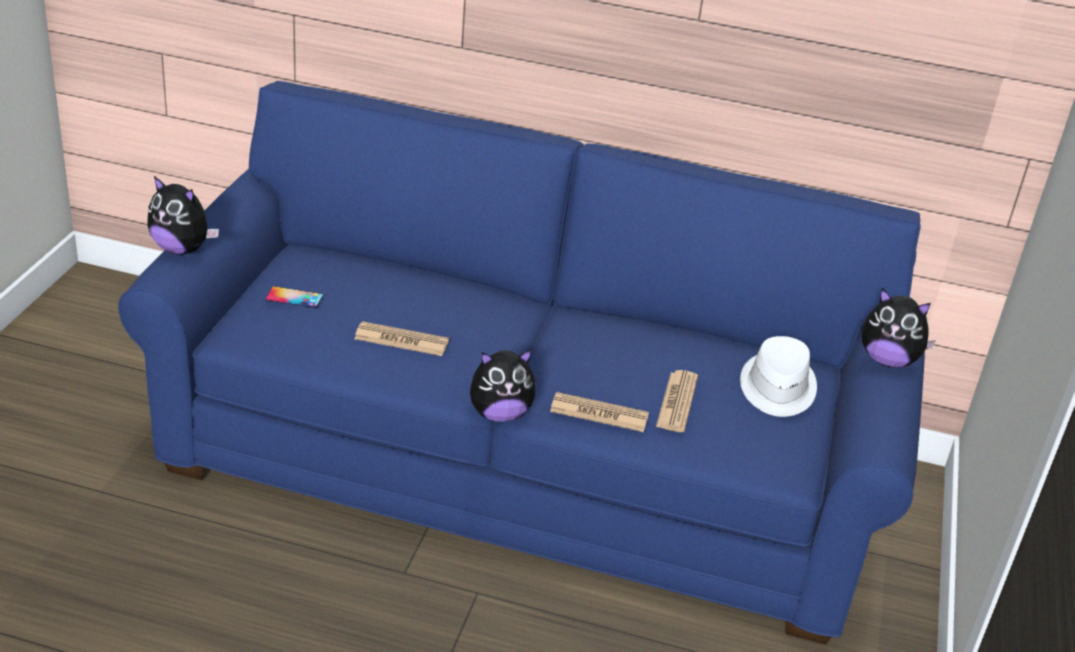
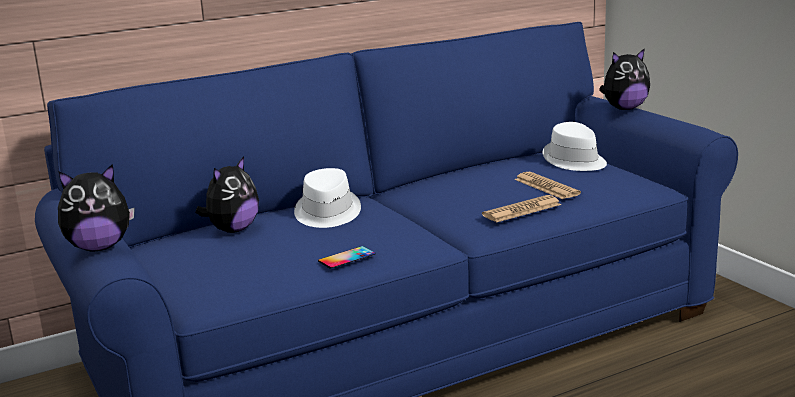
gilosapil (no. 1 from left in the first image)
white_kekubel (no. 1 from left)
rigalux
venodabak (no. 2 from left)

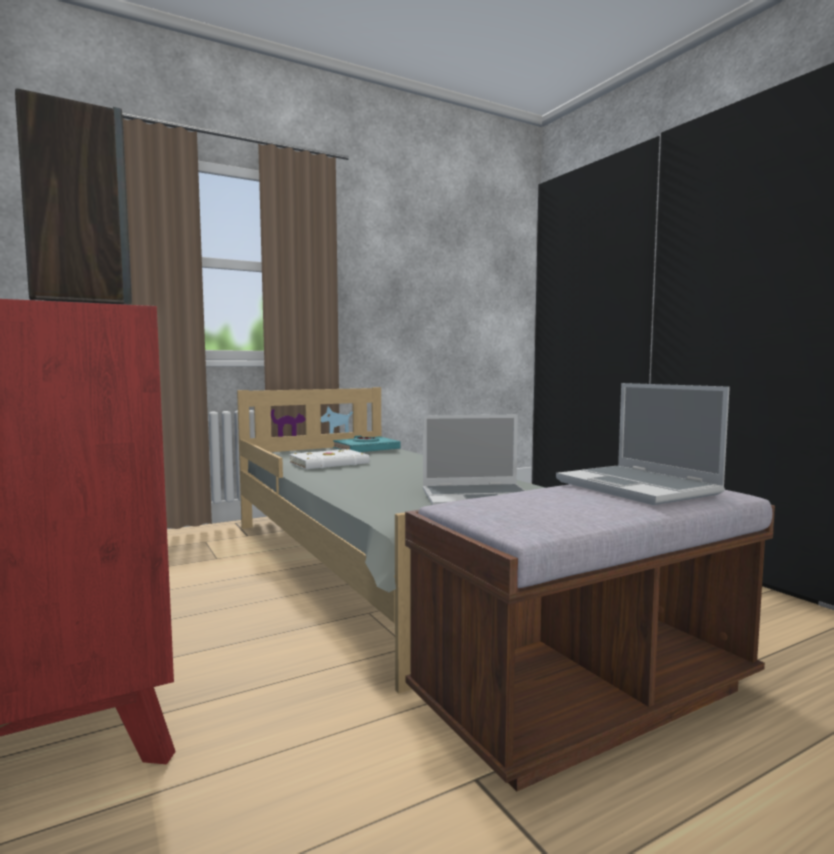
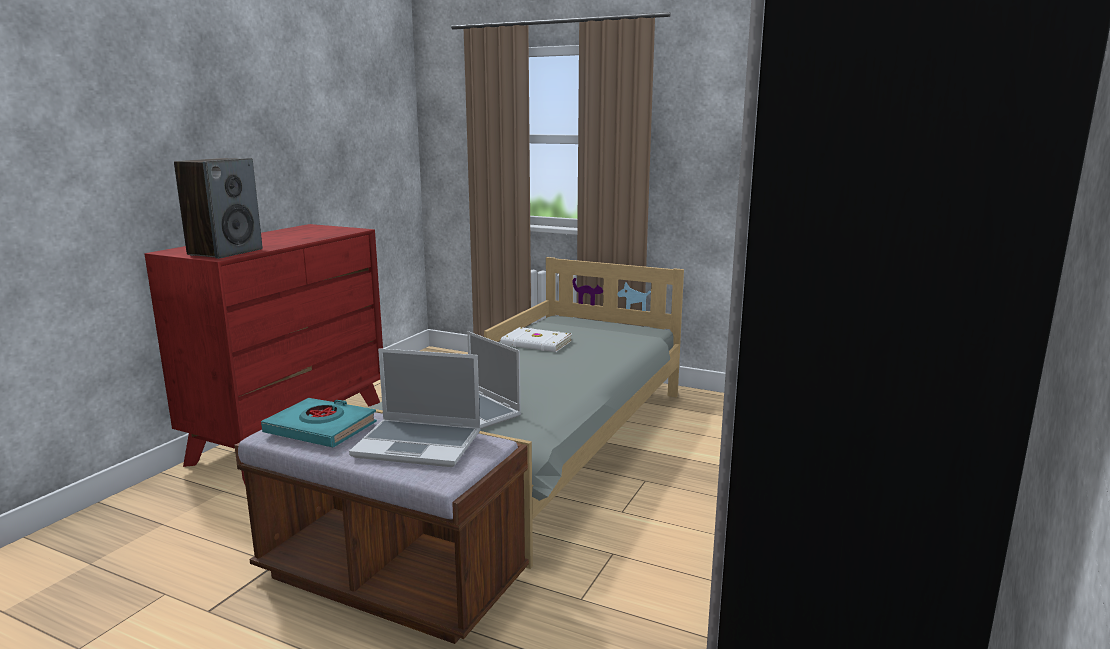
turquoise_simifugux
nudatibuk (no. 1 from left)

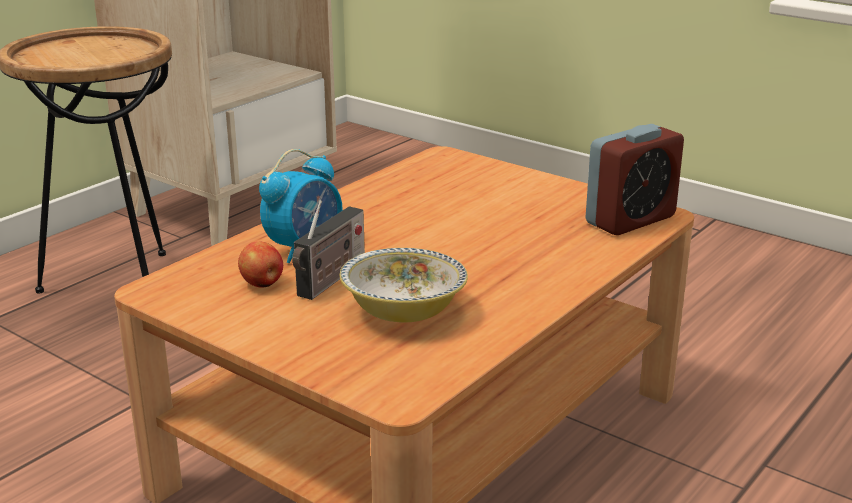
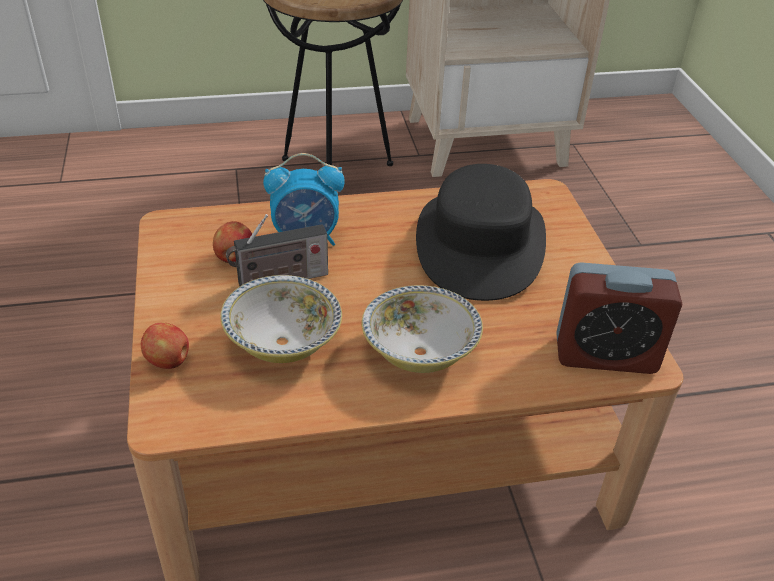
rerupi (no. 1 from left)
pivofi (no. 2 from left)
black_kekubel

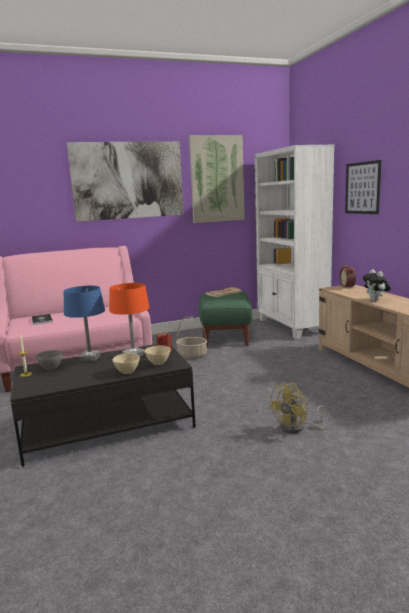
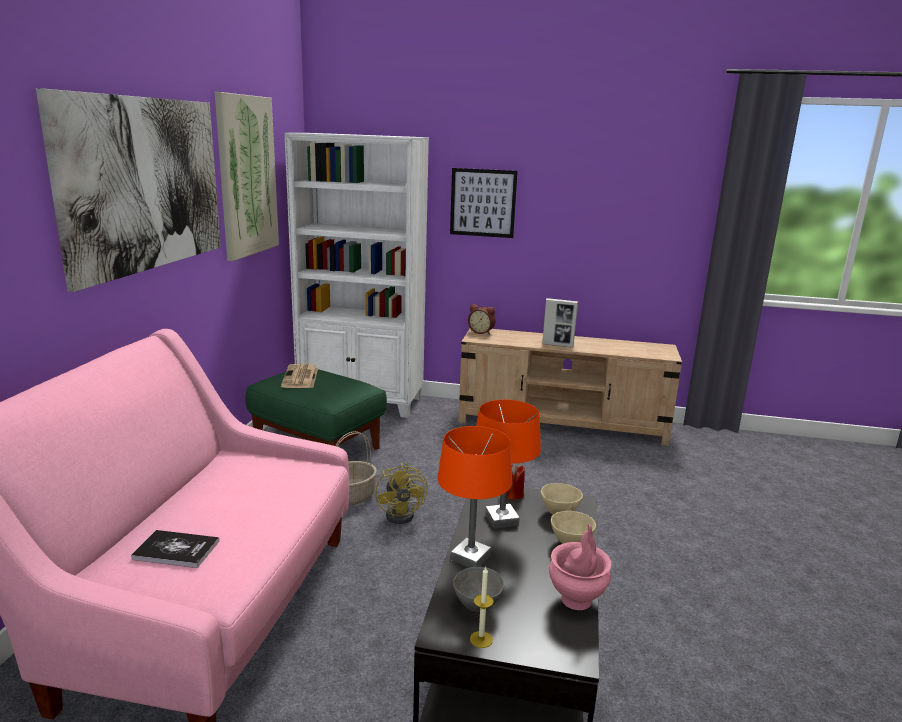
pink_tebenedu
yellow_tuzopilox
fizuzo
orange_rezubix (no. 1 from left)

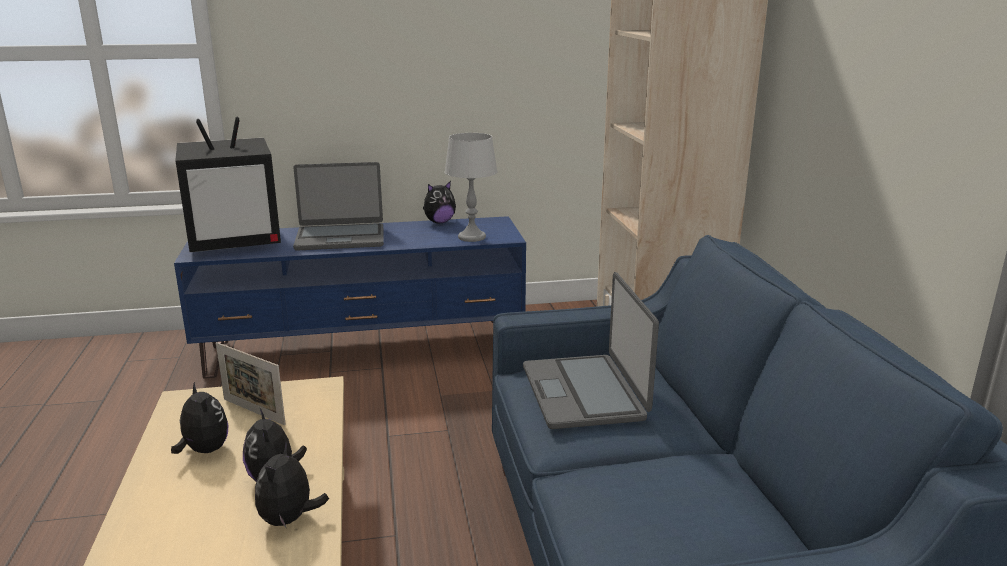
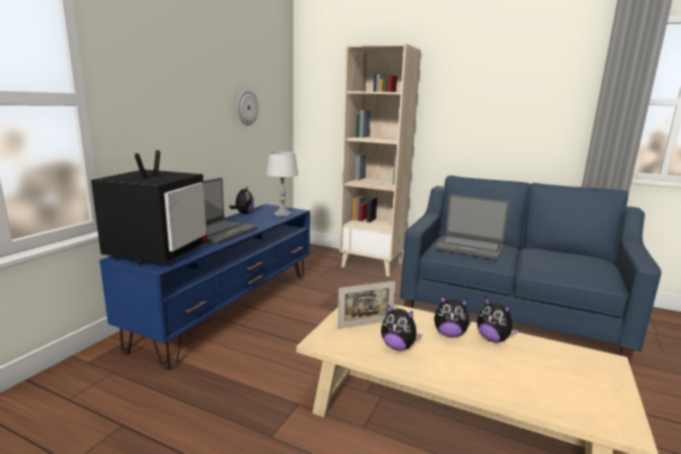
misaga
venodabak (no. 2 from left)

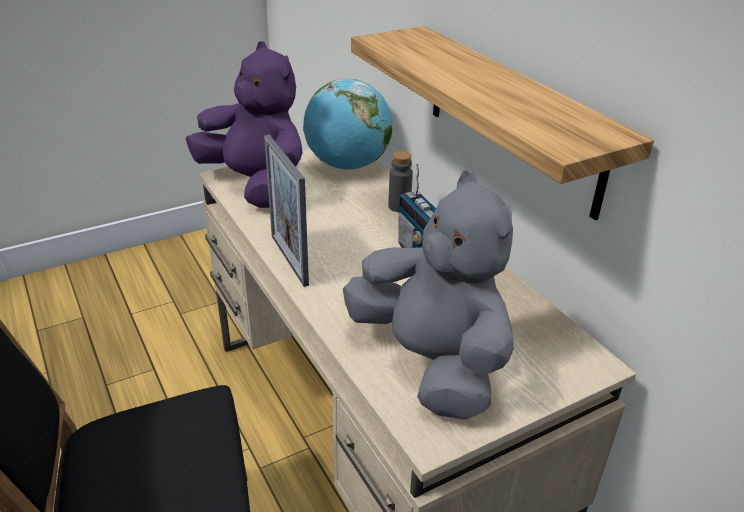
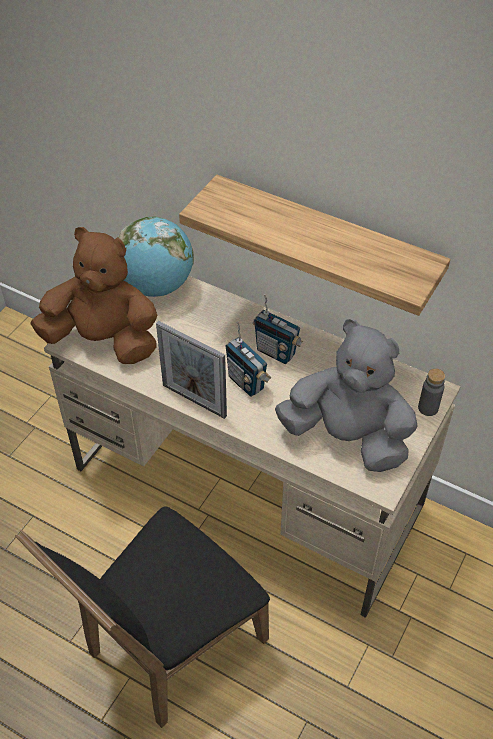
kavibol (no. 1 from left)
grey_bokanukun
brown_venodabak

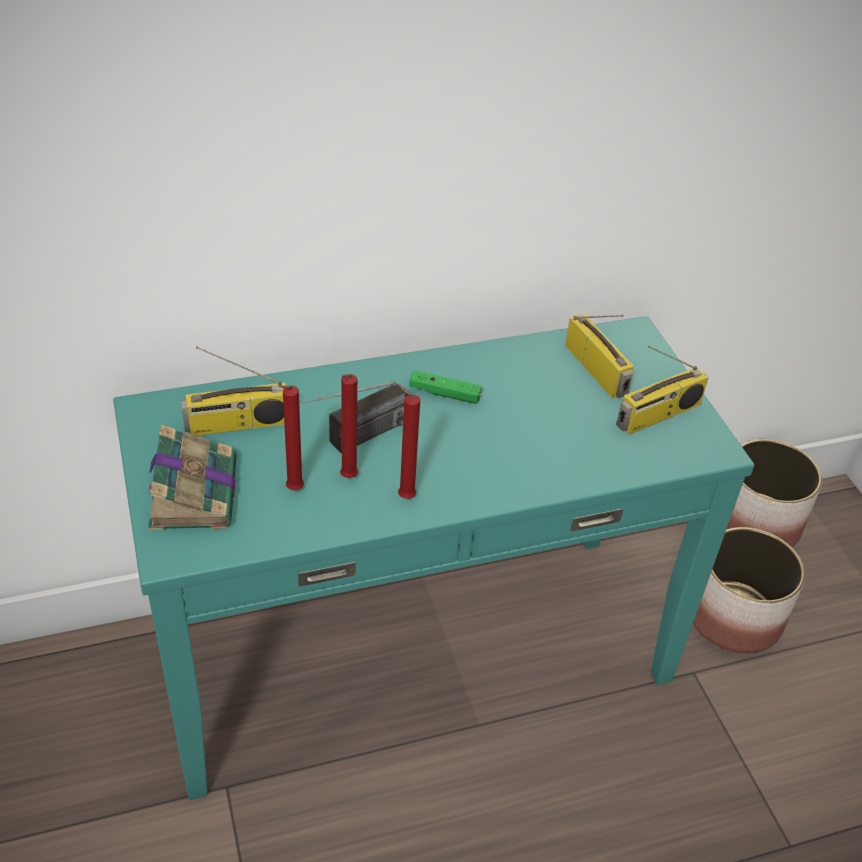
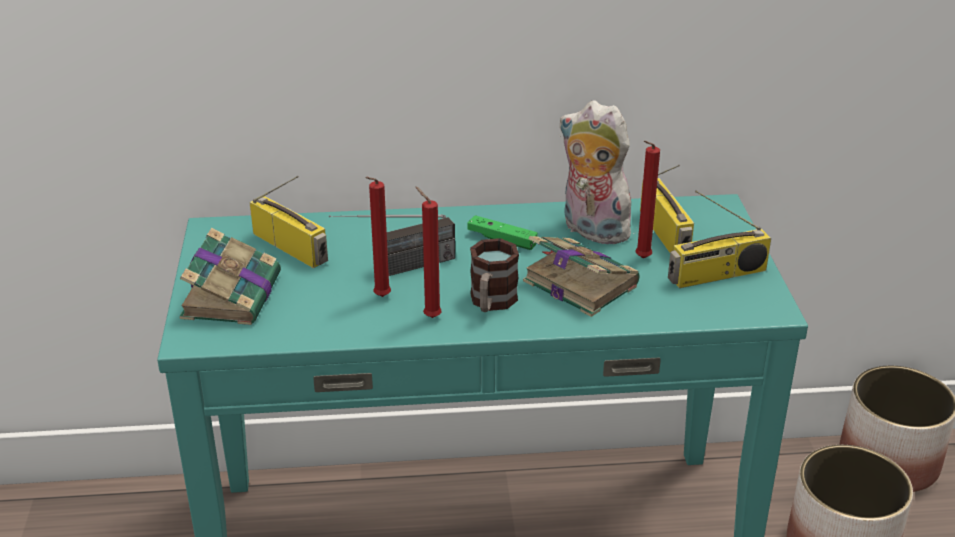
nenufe
simifugux (no. 2 from left)
venodabak
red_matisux (no. 3 from left)
kavibol (no. 1 from left)

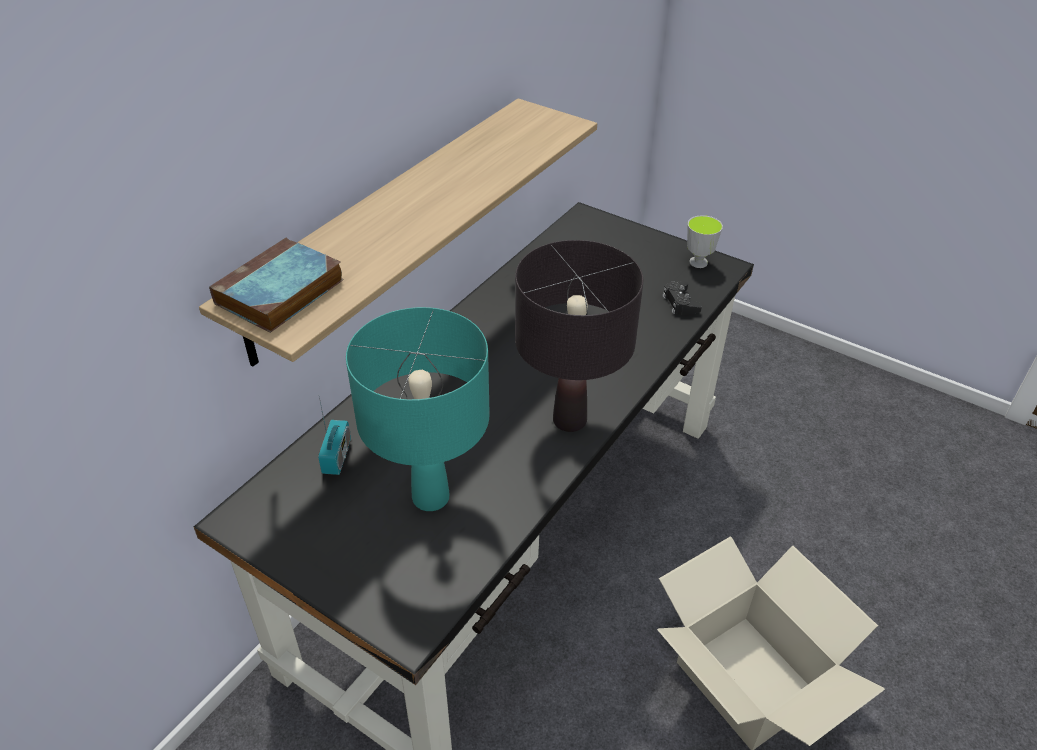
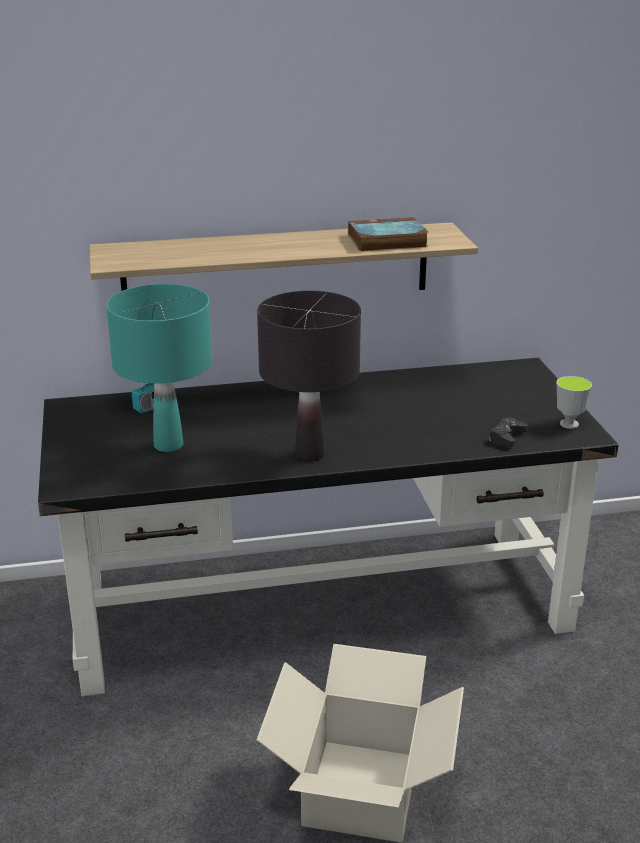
simifugux

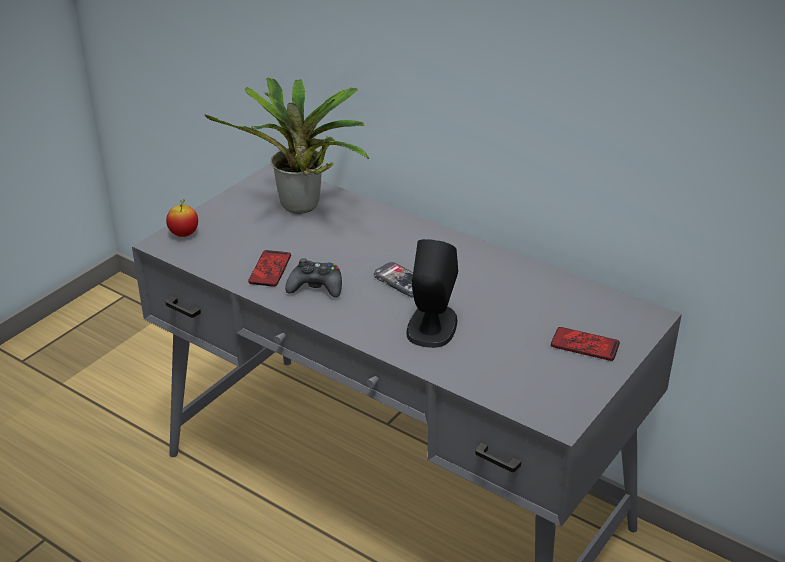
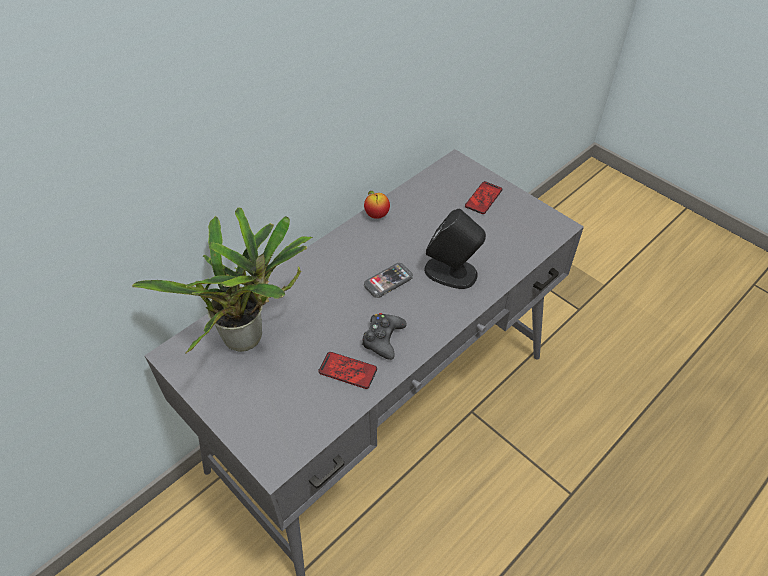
rerupi

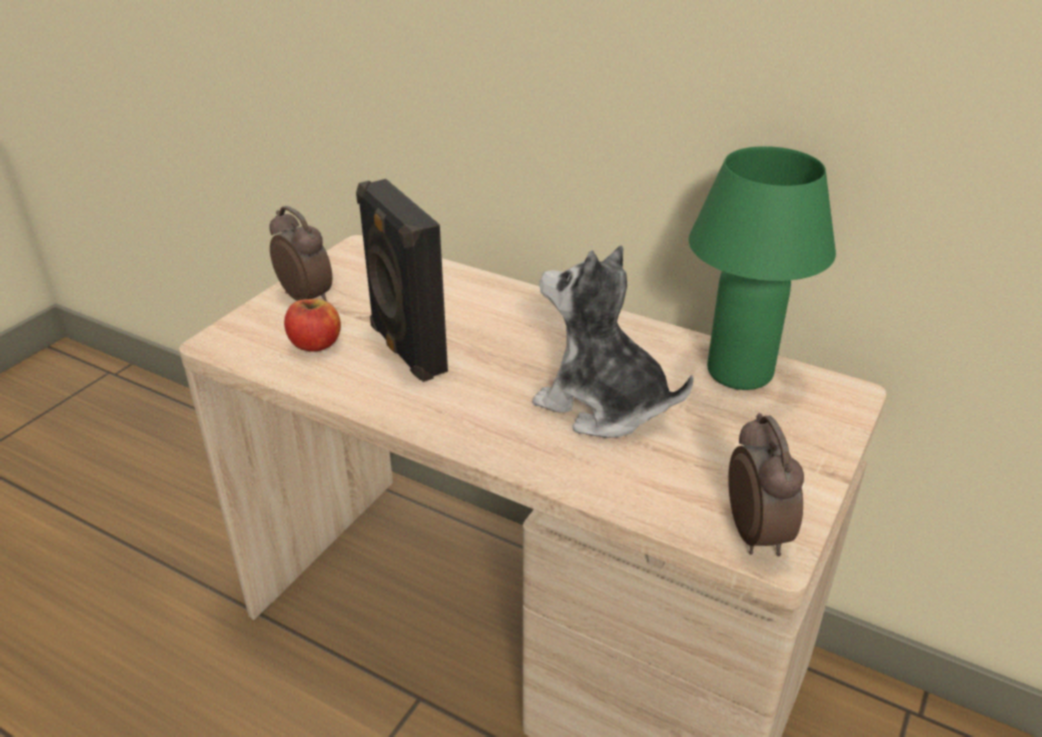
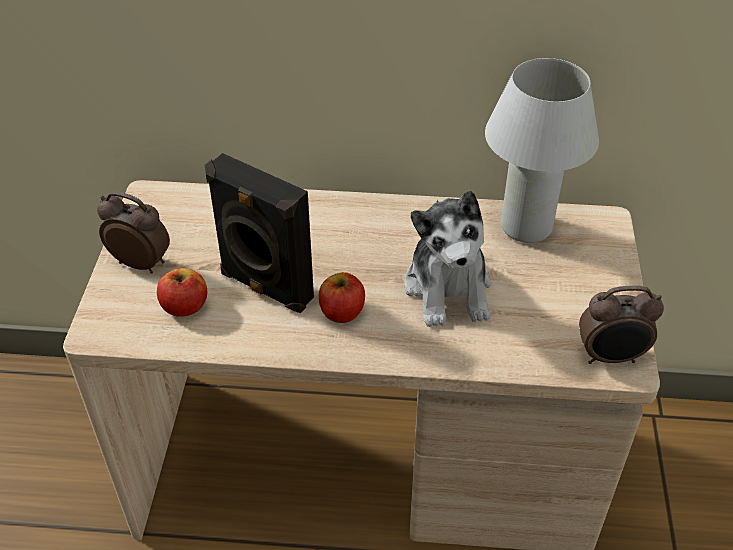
rerupi (no. 2 from left)
white_rezubix
venodabak
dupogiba (no. 2 from left)

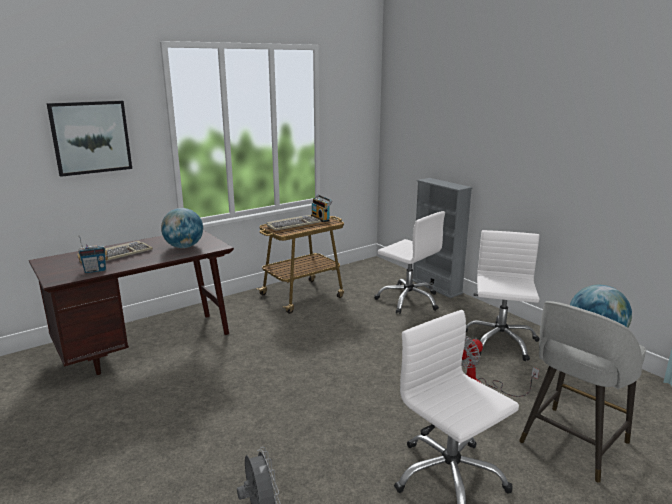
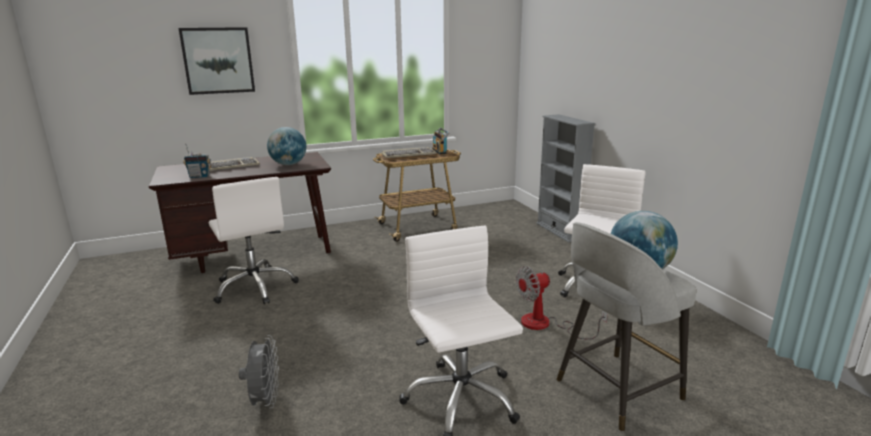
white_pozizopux (no. 1 from left)

